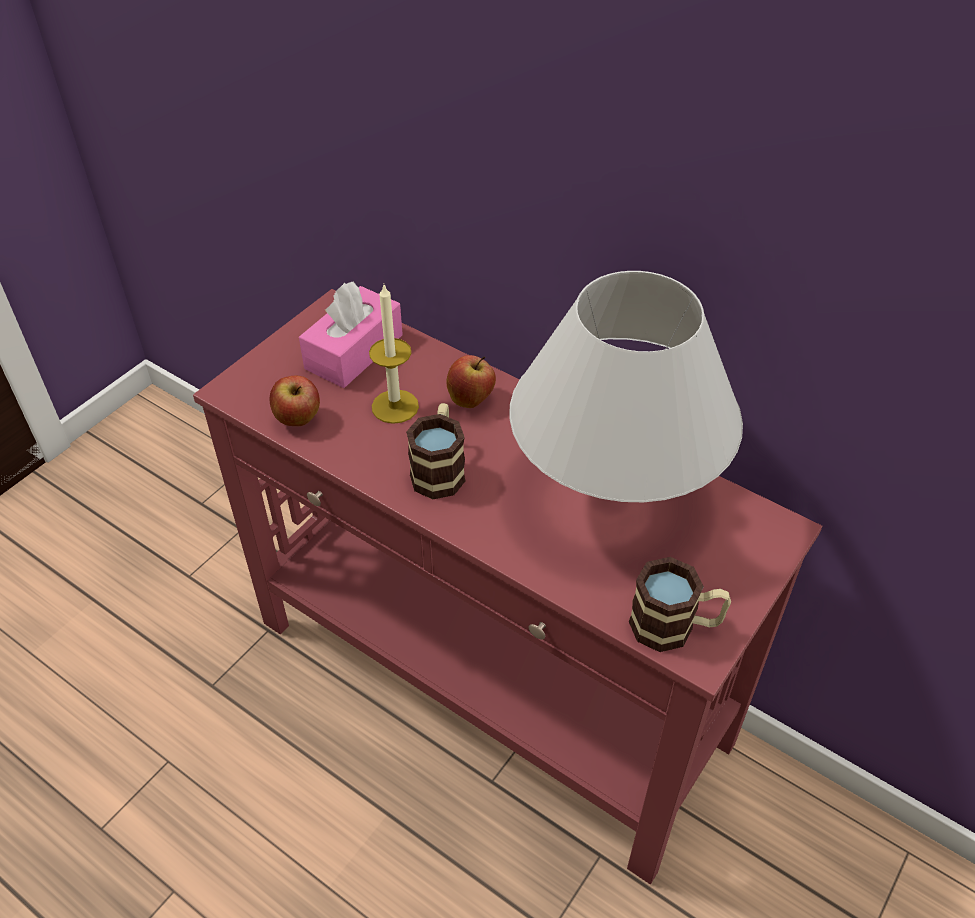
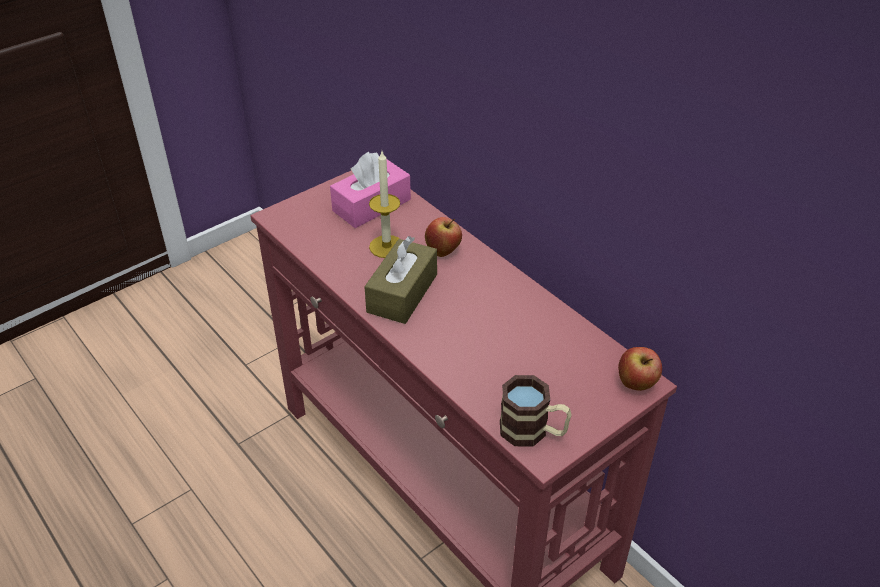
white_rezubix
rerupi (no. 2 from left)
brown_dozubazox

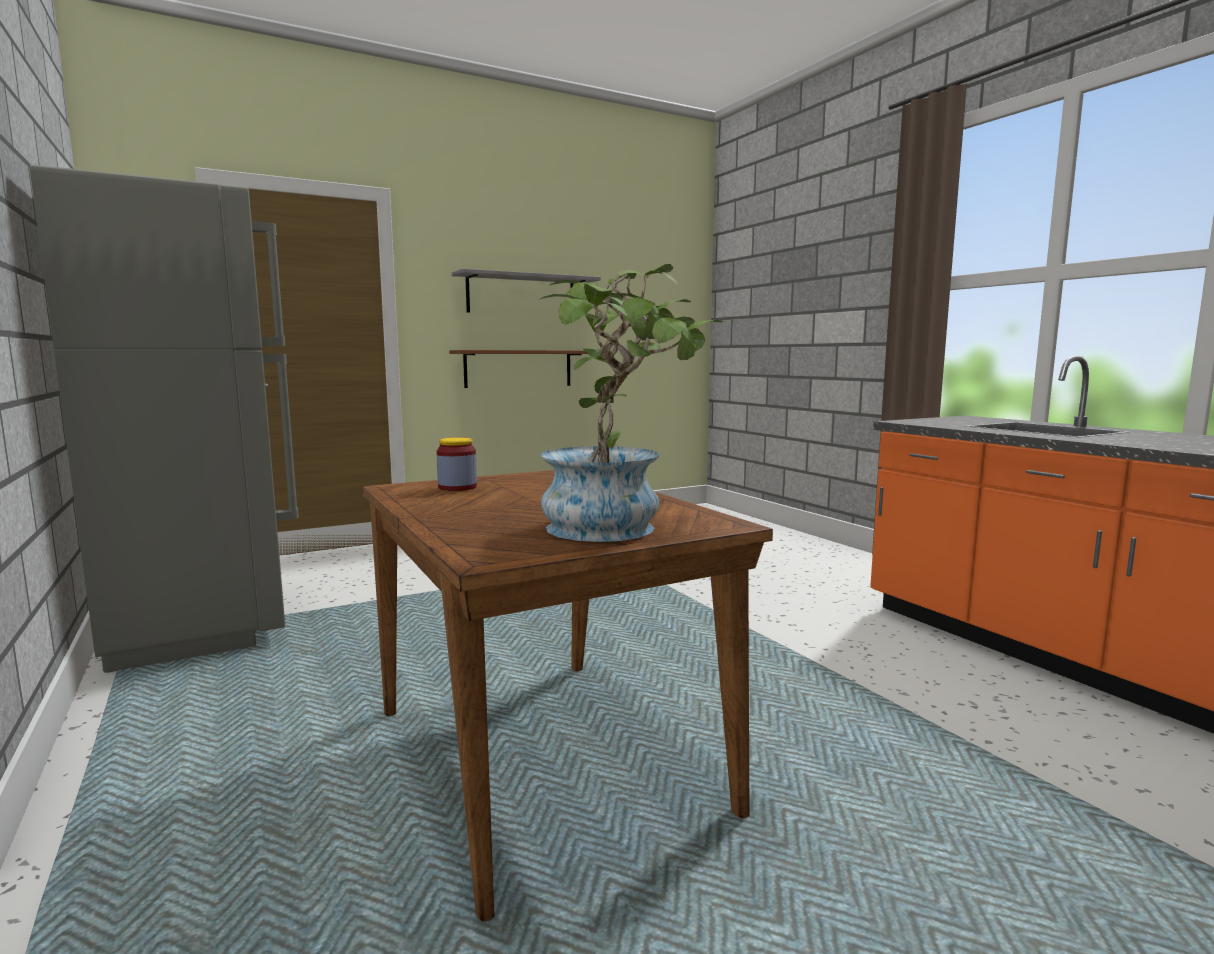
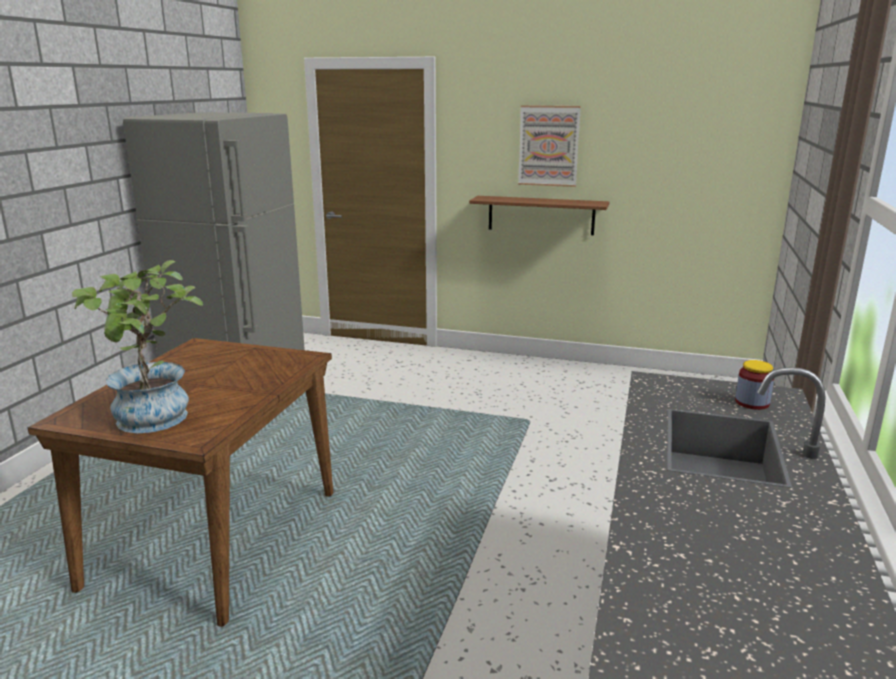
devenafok
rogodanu

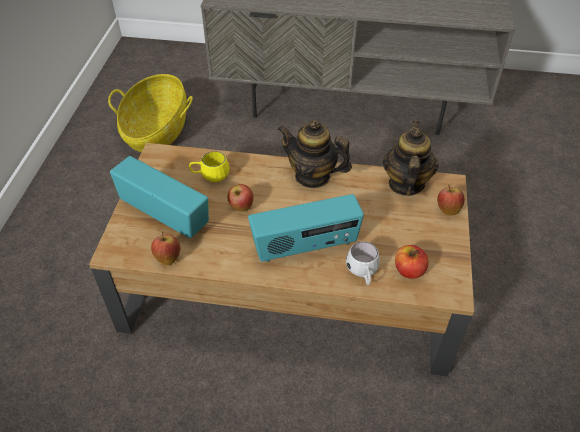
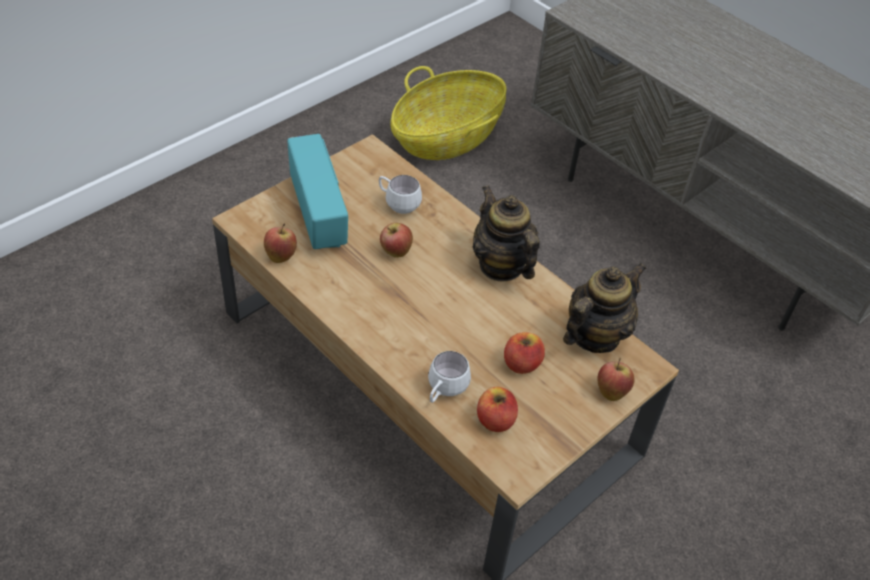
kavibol (no. 2 from left in the first image)
rerupi (no. 4 from left)
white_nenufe (no. 1 from left)

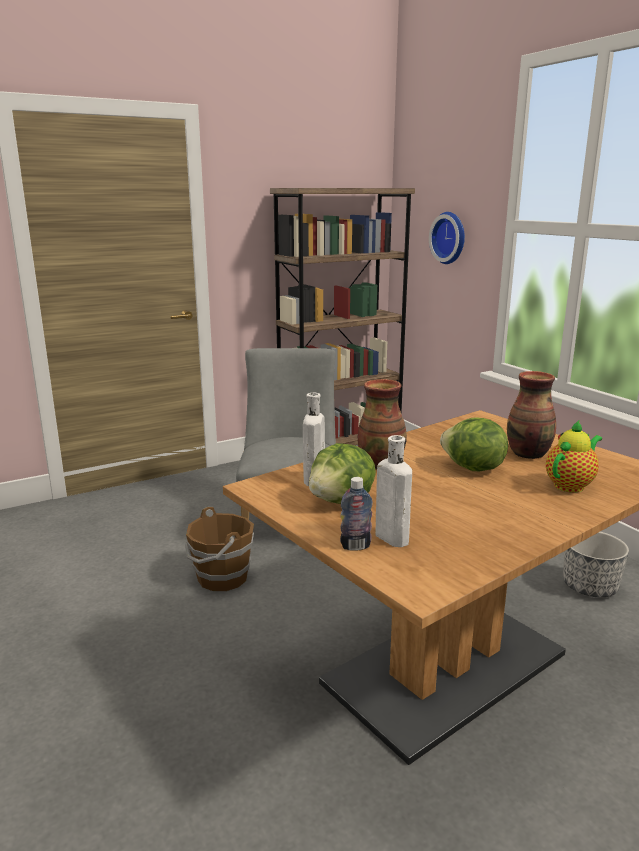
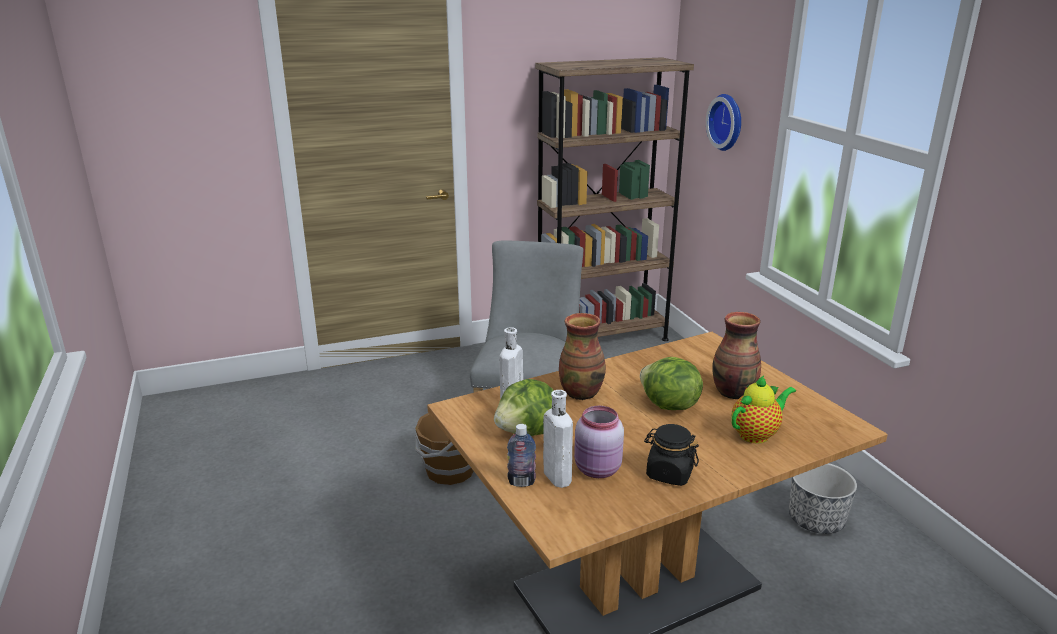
pink_devenafok
black_devenafok

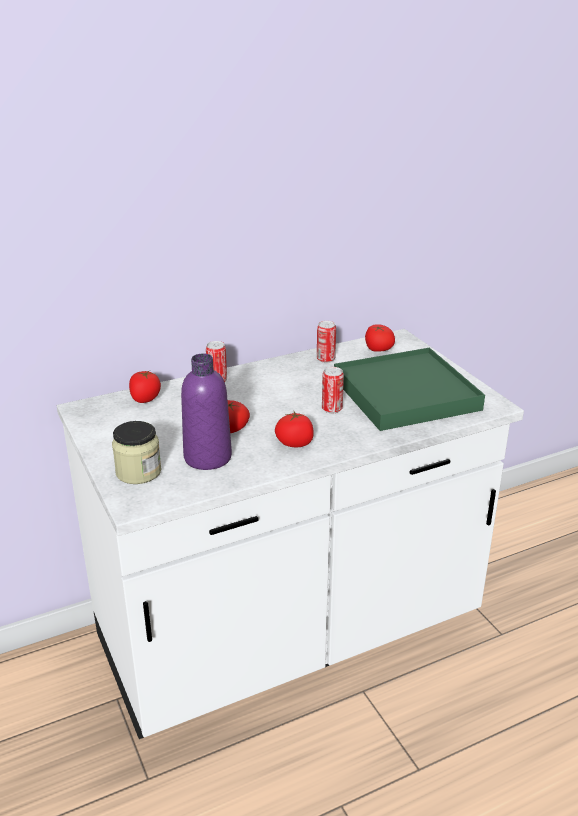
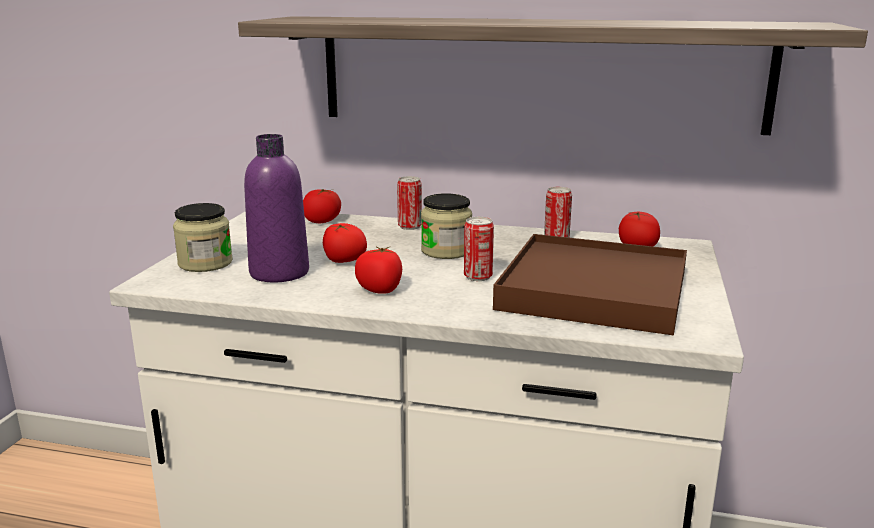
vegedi
devenafok (no. 2 from left)
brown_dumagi

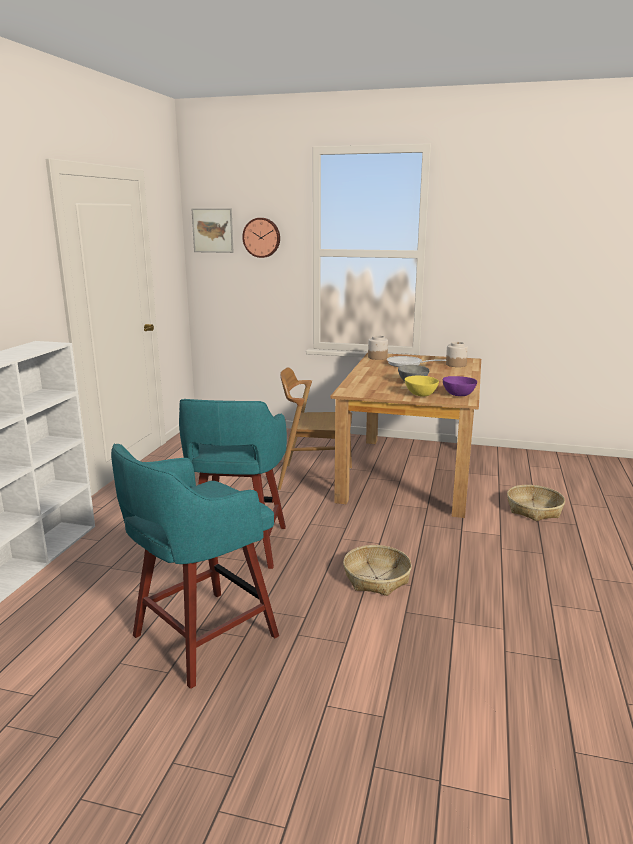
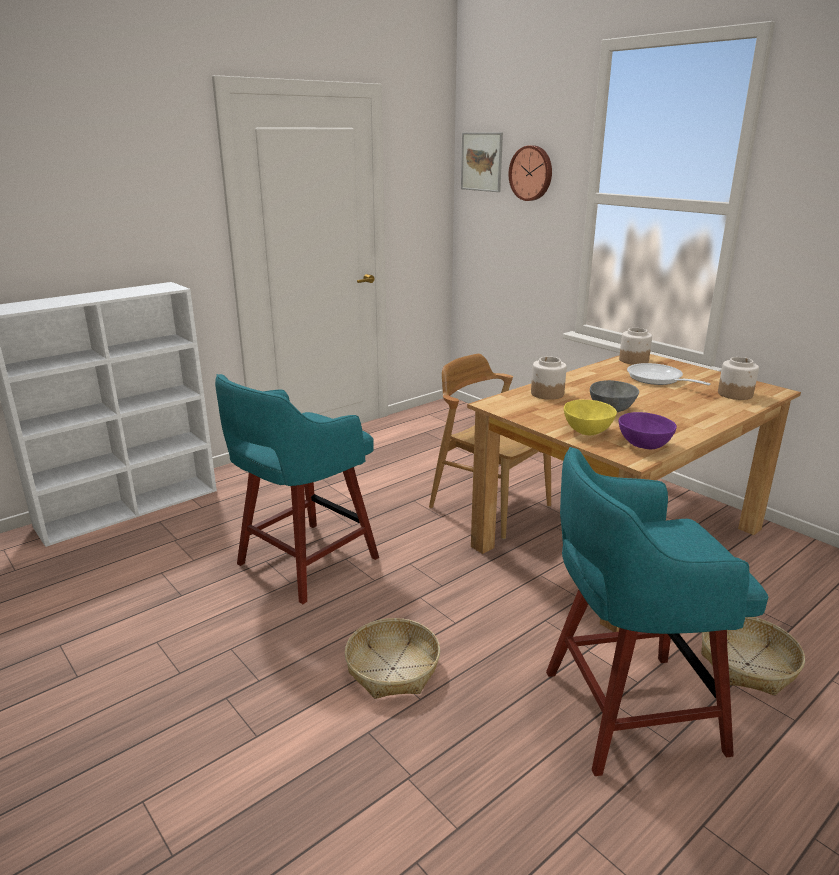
devenafok (no. 1 from left)
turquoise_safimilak (no. 2 from left)

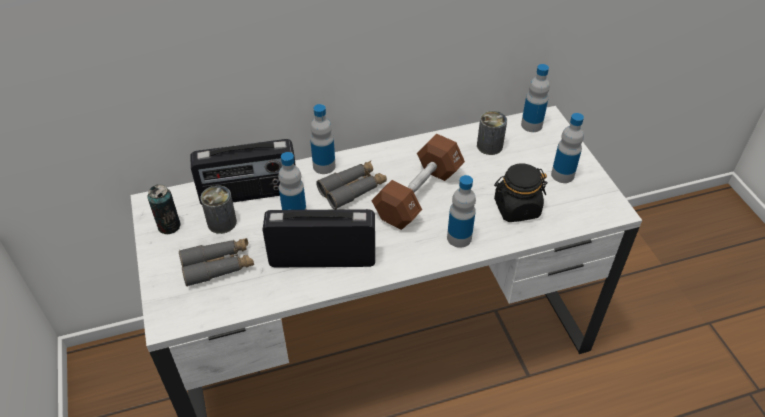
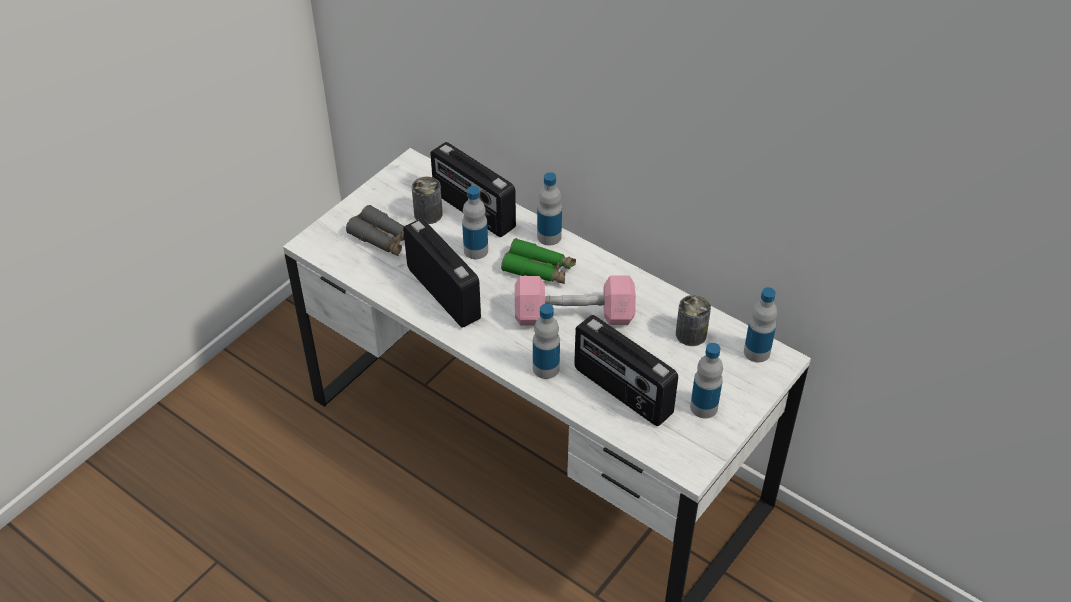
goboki (no. 1 from left in the first image)
kavibol (no. 3 from left)
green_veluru
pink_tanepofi

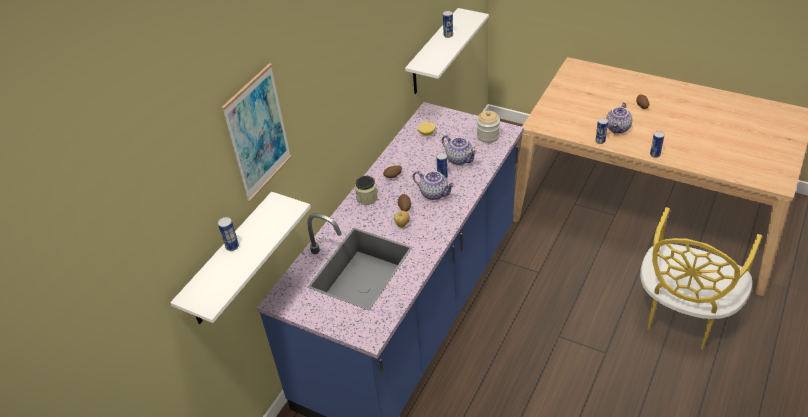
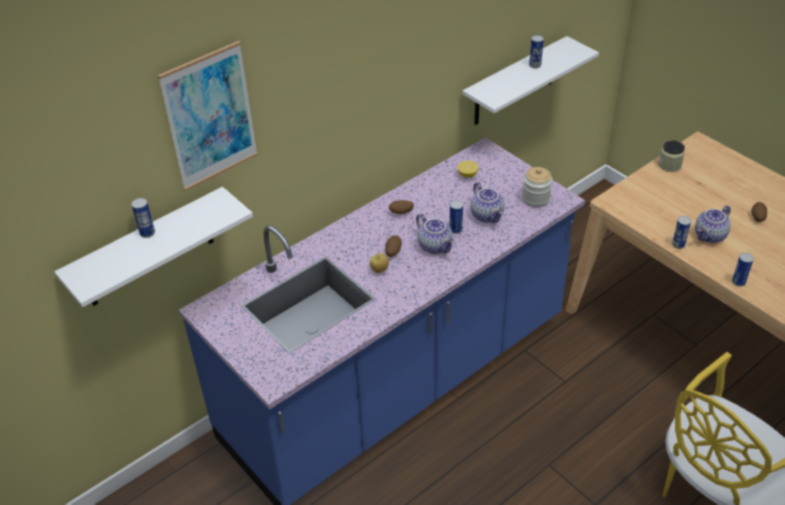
devenafok (no. 2 from left)

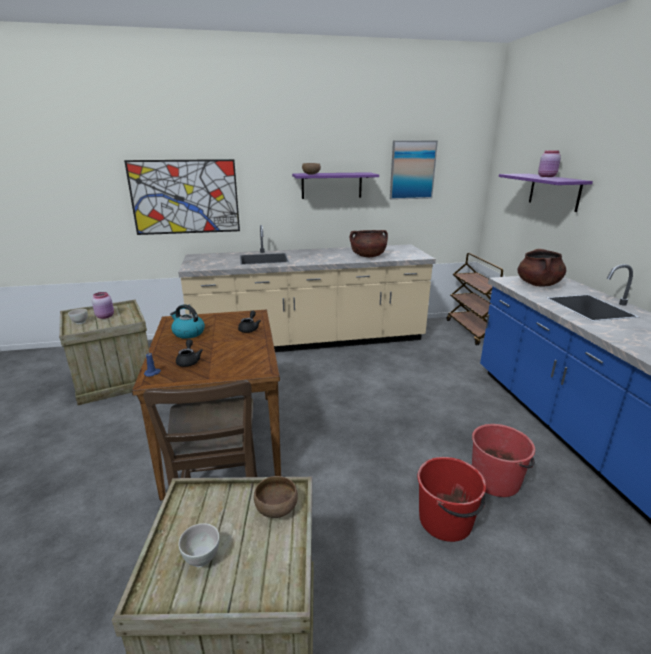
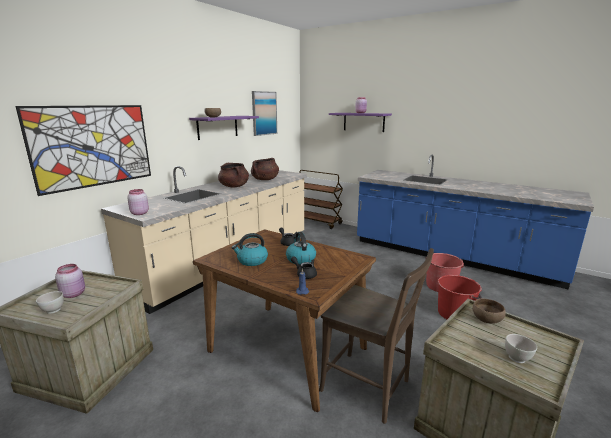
pink_devenafok (no. 2 from left)
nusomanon (no. 2 from left)
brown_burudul (no. 1 from left)

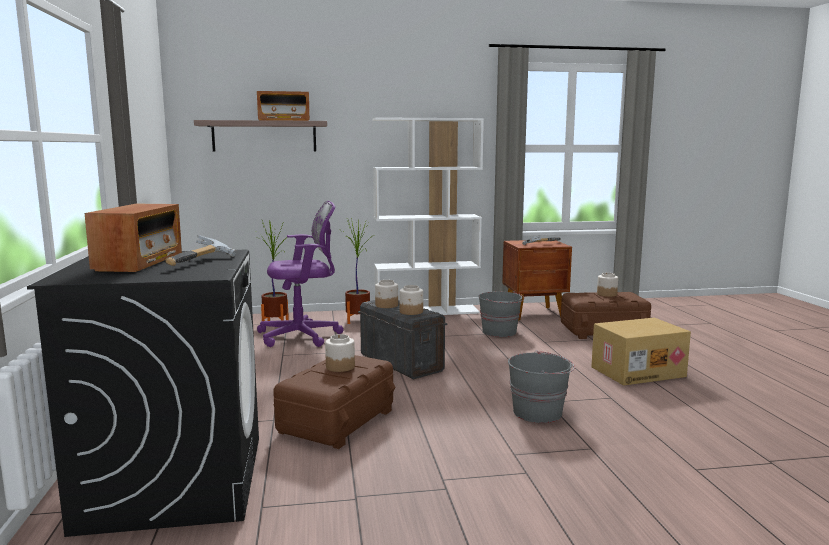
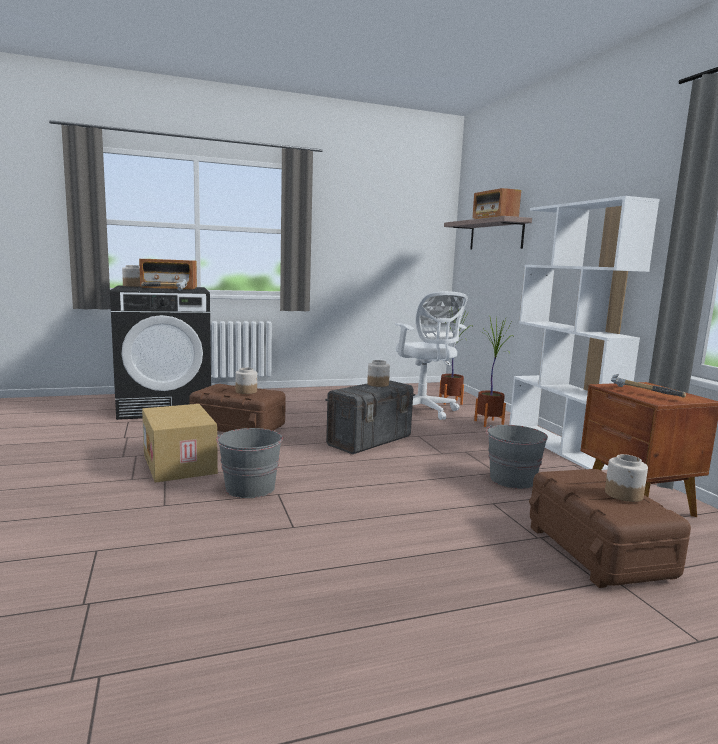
devenafok (no. 1 from left)
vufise
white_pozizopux

